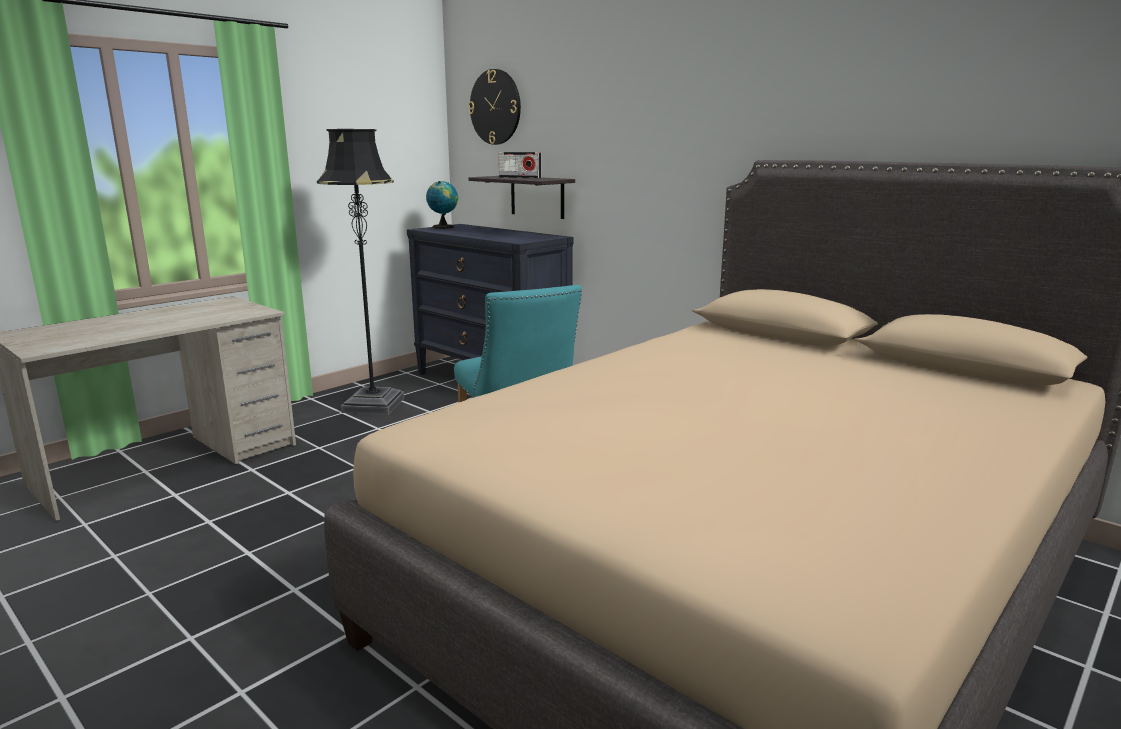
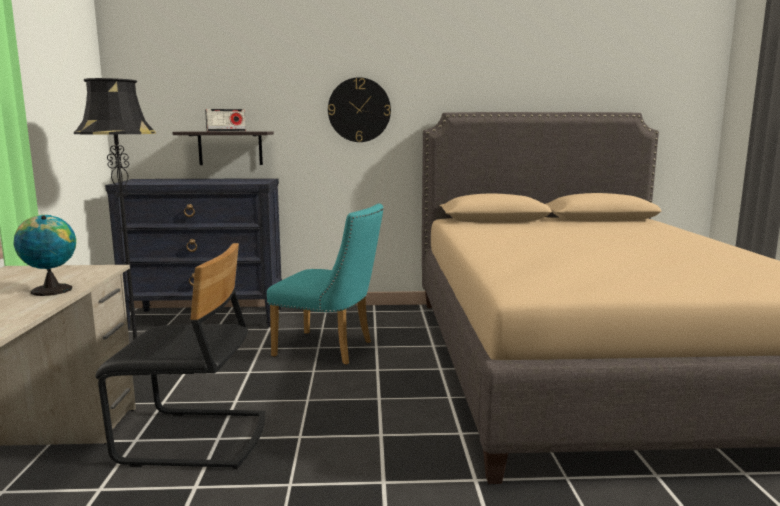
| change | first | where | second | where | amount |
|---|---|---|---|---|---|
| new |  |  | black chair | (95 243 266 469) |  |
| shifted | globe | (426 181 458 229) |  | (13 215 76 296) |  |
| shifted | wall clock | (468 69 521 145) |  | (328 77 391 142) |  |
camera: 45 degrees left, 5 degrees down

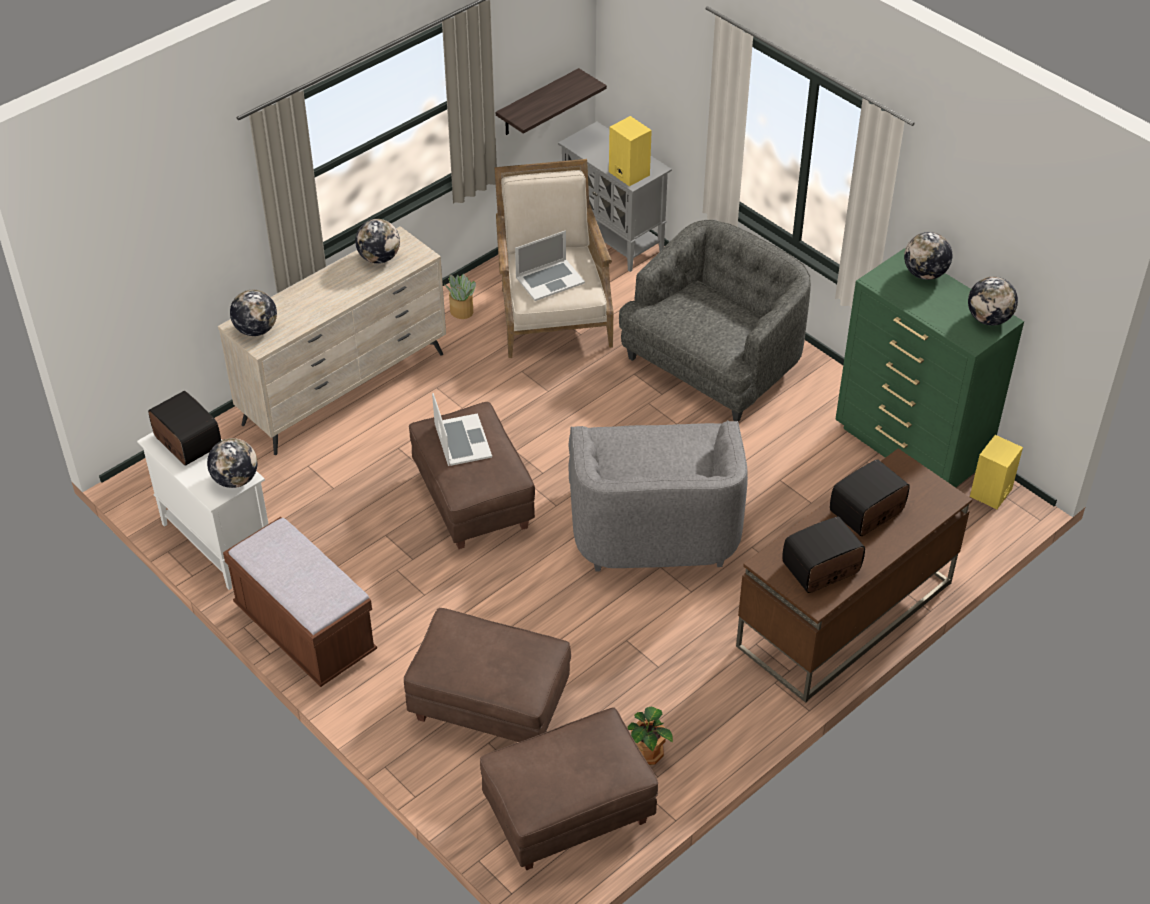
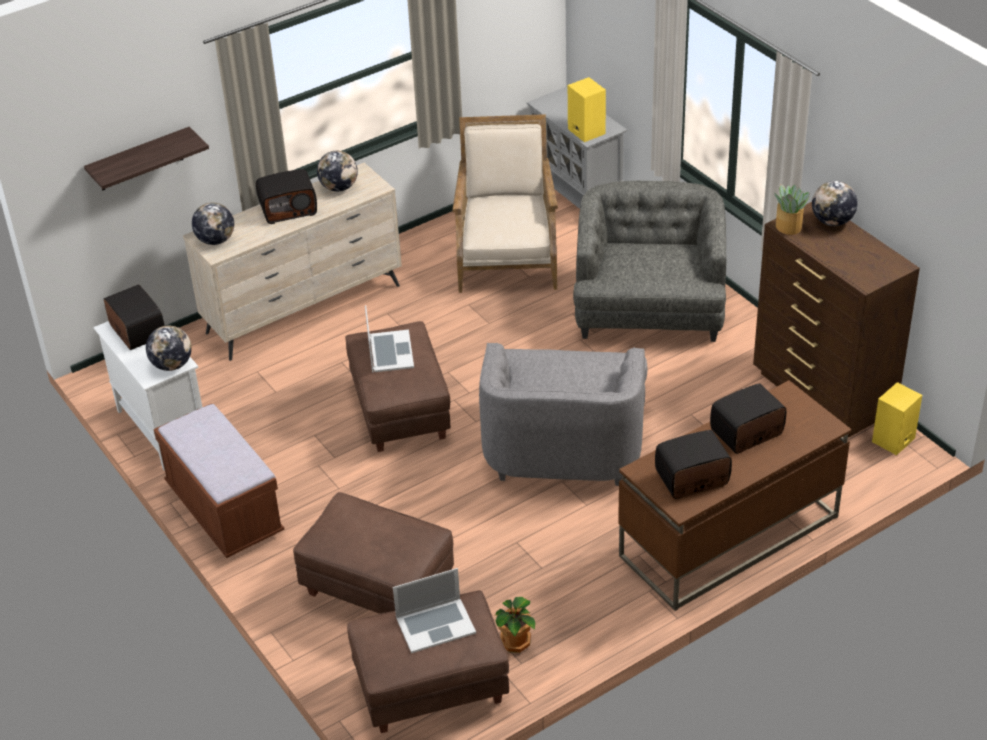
| change | first | where | second | where | amount |
|---|---|---|---|---|---|
| gone | globe | (968 277 1018 325) |  |  |  |
| new |  |  | radio | (256 169 317 224) |  |
| shifted | potted plant | (444 274 476 319) |  | (774 184 810 235) |  |
| shifted | shelf | (496 68 607 135) |  | (84 127 209 190) |  |
| shifted | laptop | (515 230 585 301) |  | (393 568 476 653) |  |
| repainted | green dresser | (836 248 1024 488) | brown dresser | (753 202 920 438) |  |
| rotated | grey armchair | (619 220 811 422) |  | (573 181 726 342) | 45 degrees counterclockwise |
camera: 10 degrees right, 5 degrees down

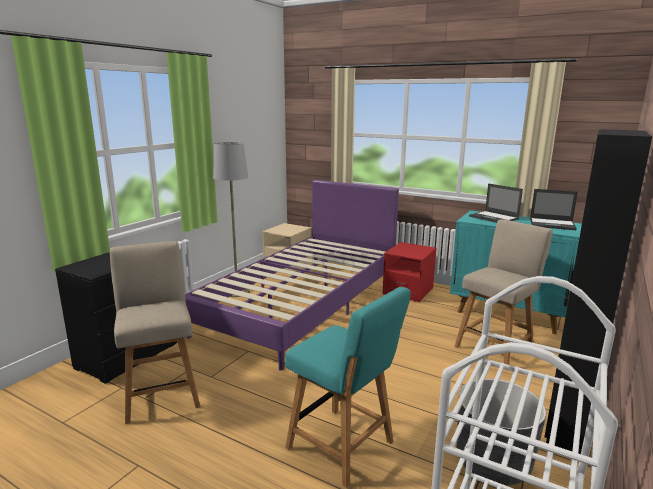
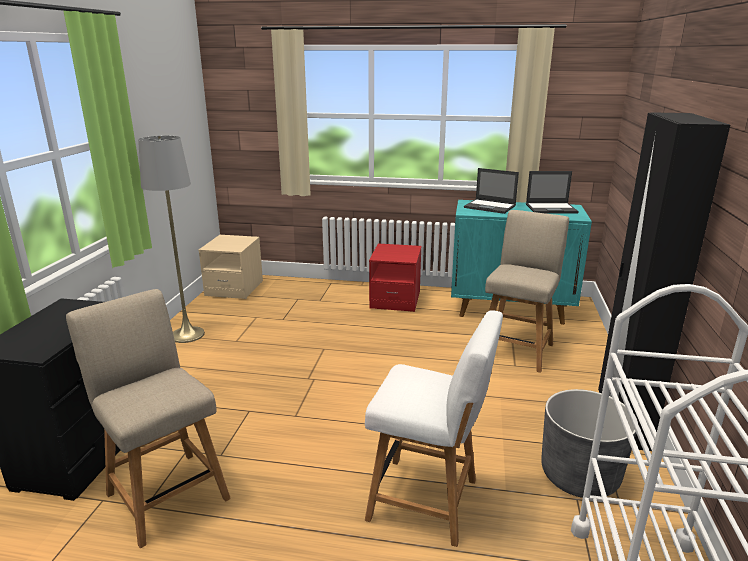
| change | first | where | second | where | amount |
|---|---|---|---|---|---|
| gone | purple bed | (185 180 399 371) |  |  |  |
| repainted | turquoise chair | (285 287 411 488) | white chair | (365 310 503 547) |  |
camera: 20 degrees left, 5 degrees up

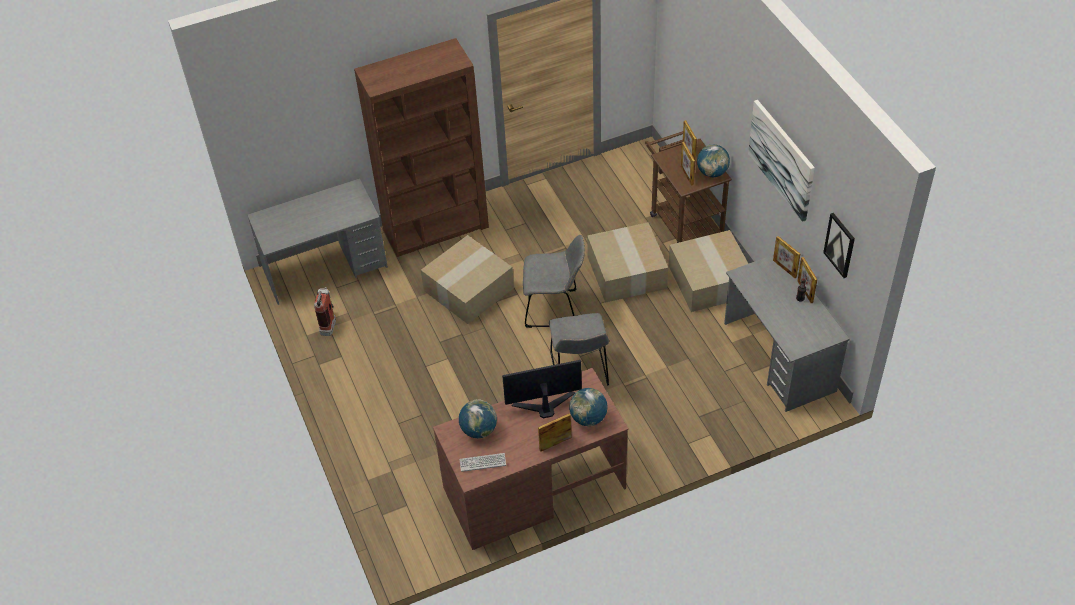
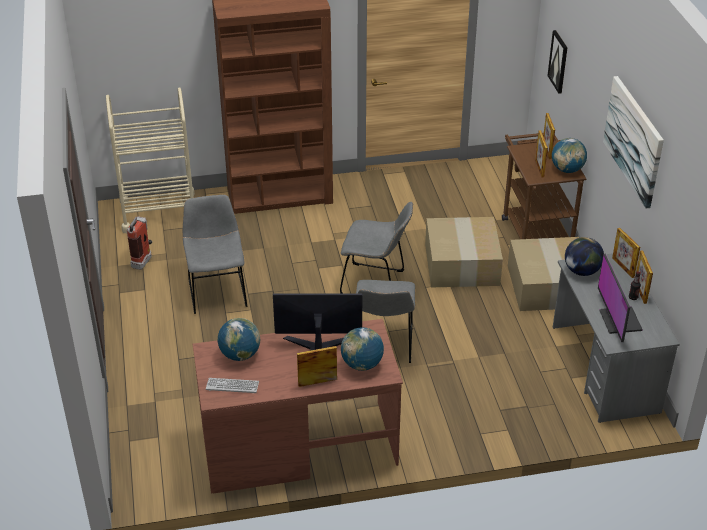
| change | first | where | second | where | amount |
|---|---|---|---|---|---|
| gone | cardboard box | (421 235 514 324) |  |  |  |
| new |  |  | grey chair | (183 195 247 314) |  |
| new |  |  | globe | (565 237 604 276) |  |
| new |  |  | monitor | (598 254 643 342) |  |
| shifted | picture | (823 213 855 278) |  | (547 30 568 94) |  |
| swapped | grey desk | (247 178 388 305) | beige cart | (106 87 195 233) |  |
camera: 10 degrees right, 10 degrees down

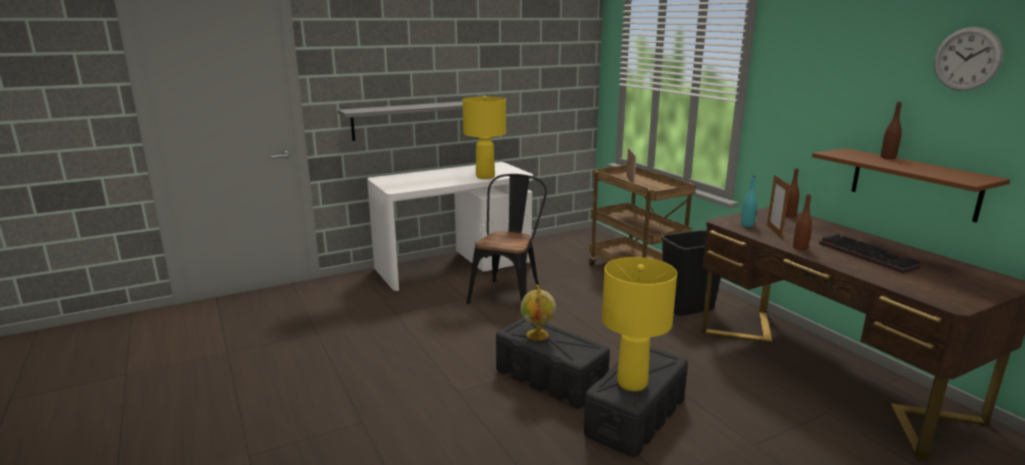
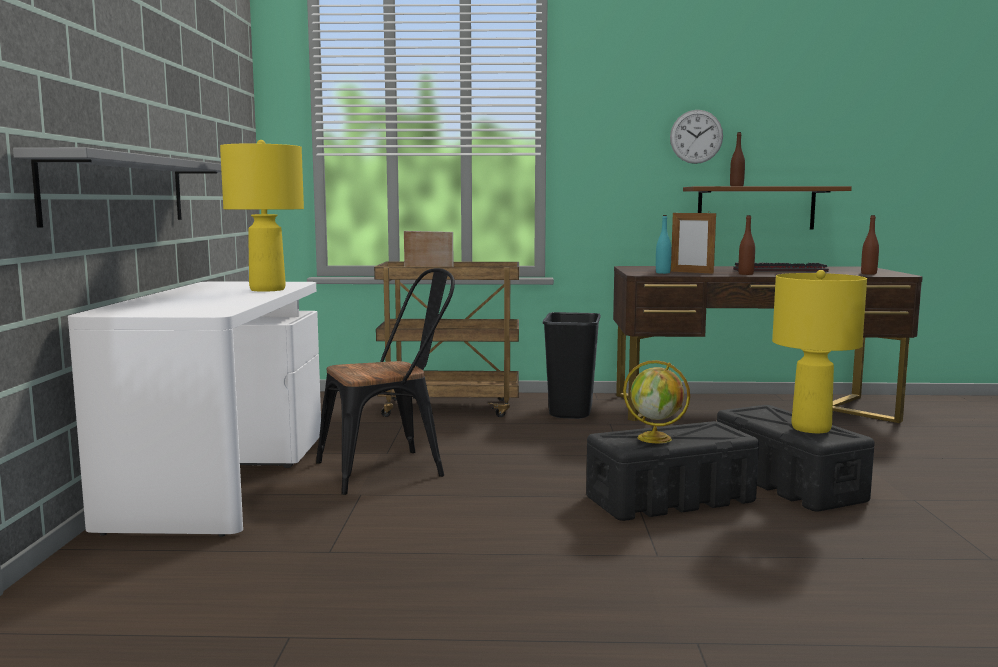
| change | first | where | second | where | amount |
|---|---|---|---|---|---|
| shifted | brown bottle | (785 168 800 217) |  | (861 215 879 275) |  |
| shifted | wall clock | (934 27 1003 91) |  | (670 110 723 164) |  |
| rotated | black chair | (467 174 547 304) |  | (316 268 455 495) | 105 degrees clockwise |
camera: 60 degrees left, 10 degrees down

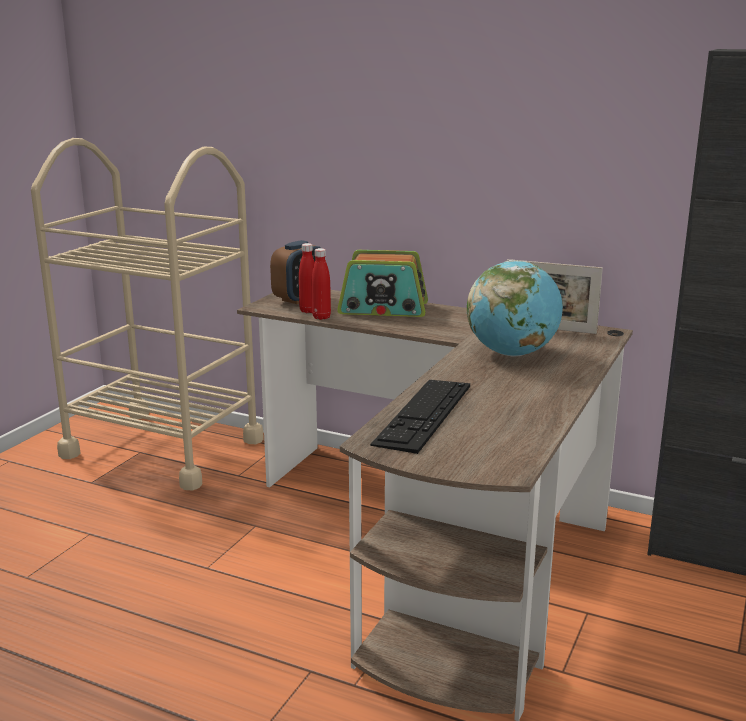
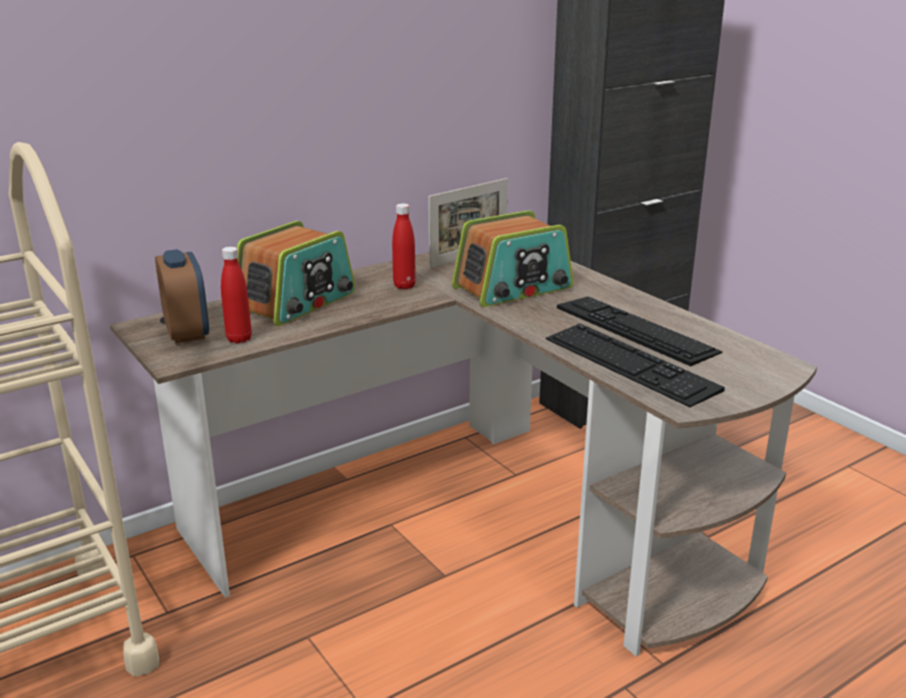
| change | first | where | second | where | amount |
|---|---|---|---|---|---|
| new |  |  | keyboard | (557 297 723 366) |  |
| shifted | red bottle | (312 248 331 320) |  | (392 203 416 289) |  |
| swapped | globe | (467 260 563 357) | radio | (452 210 573 307) |  |
camera: 60 degrees left, 5 degrees up

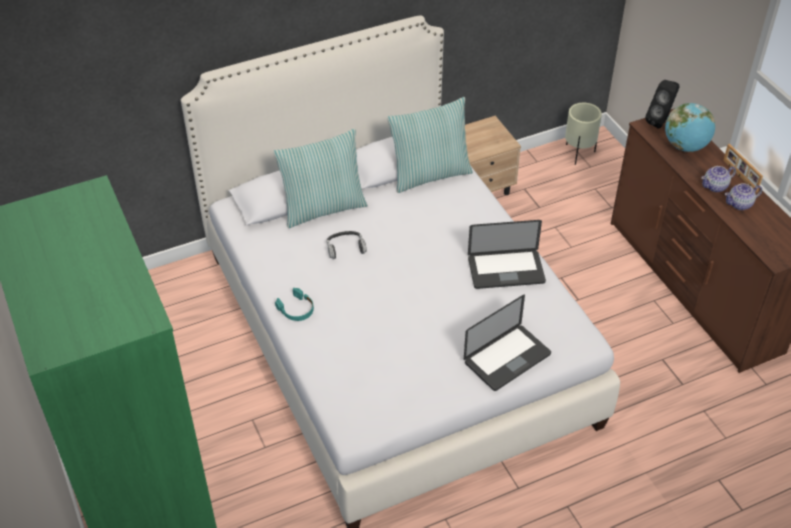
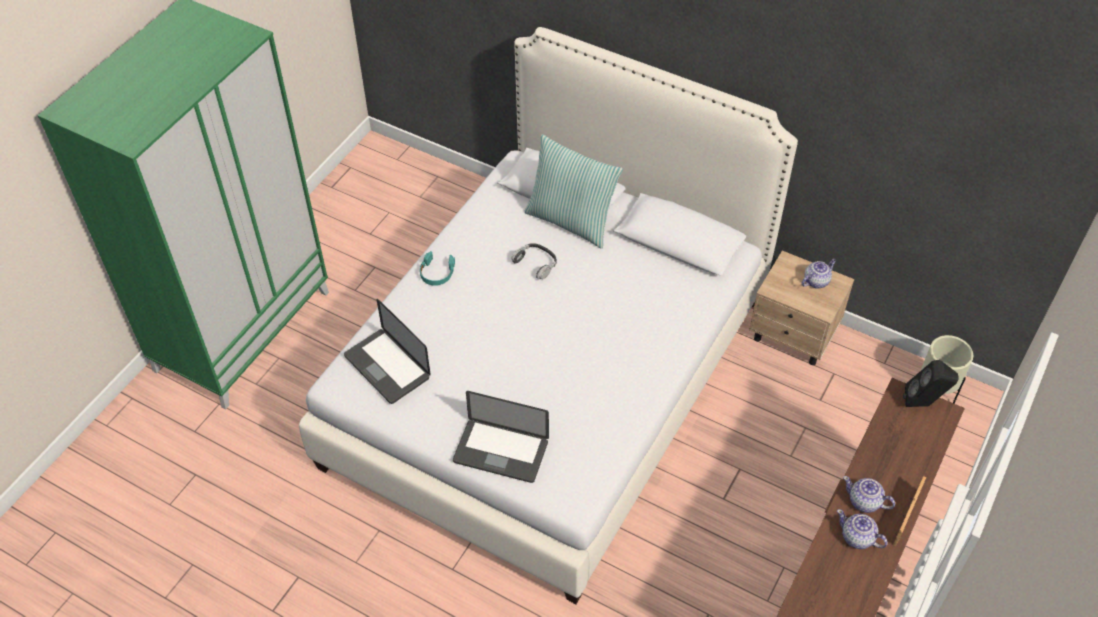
| change | first | where | second | where | amount |
|---|---|---|---|---|---|
| gone | pillow | (387 97 473 193) |  |  |  |
| gone | globe | (665 103 715 152) |  |  |  |
| new |  |  | teapot | (802 259 836 289) |  |
| shifted | laptop | (468 220 546 289) |  | (344 299 431 404) |  |
camera: 55 degrees right, 5 degrees up

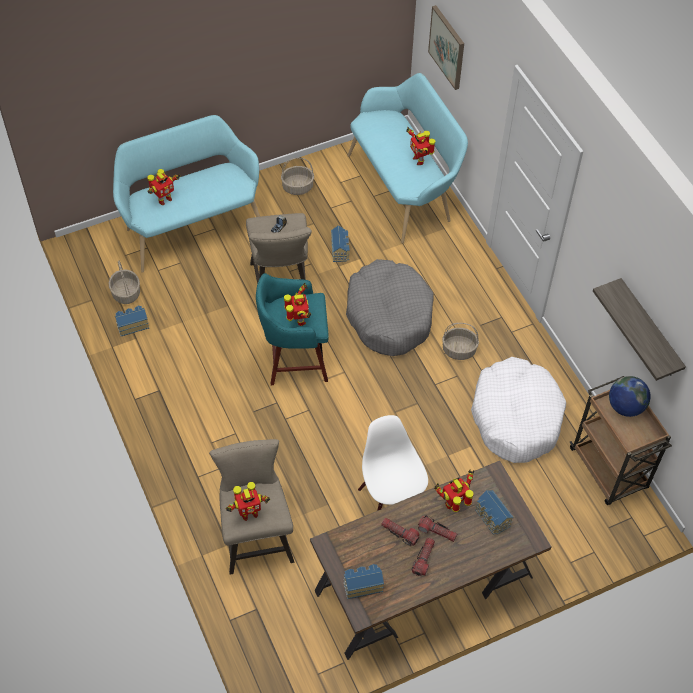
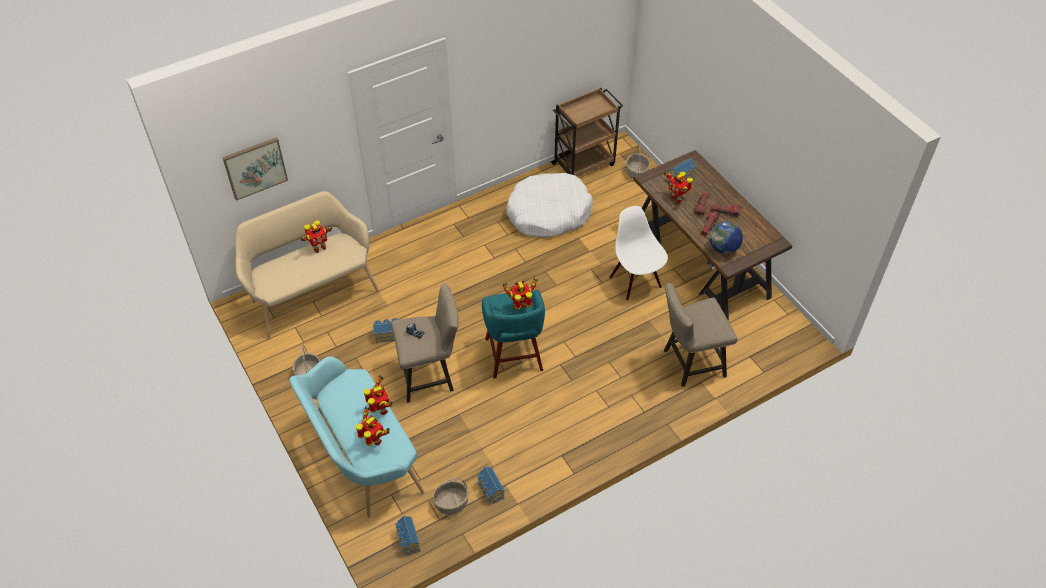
| change | first | where | second | where | amount |
|---|---|---|---|---|---|
| gone | grey dog bed | (346 259 434 356) |  |  |  |
| gone | shelf | (593 278 686 381) |  |  |  |
| shifted | toy robot | (225 482 270 521) |  | (364 375 393 415) |  |
| shifted | toy house | (344 564 384 599) |  | (395 516 421 556) |  |
| shifted | basket | (442 323 479 360) |  | (626 143 650 179) |  |
| shifted | globe | (609 376 651 417) |  | (710 222 743 254) |  |
| repainted | turquoise bench | (348 73 468 243) | beige bench | (235 191 379 339) |  |
| rotated | white chair | (358 415 428 511) |  | (609 206 668 301) | 90 degrees clockwise |
camera: 95 degrees left, 5 degrees down

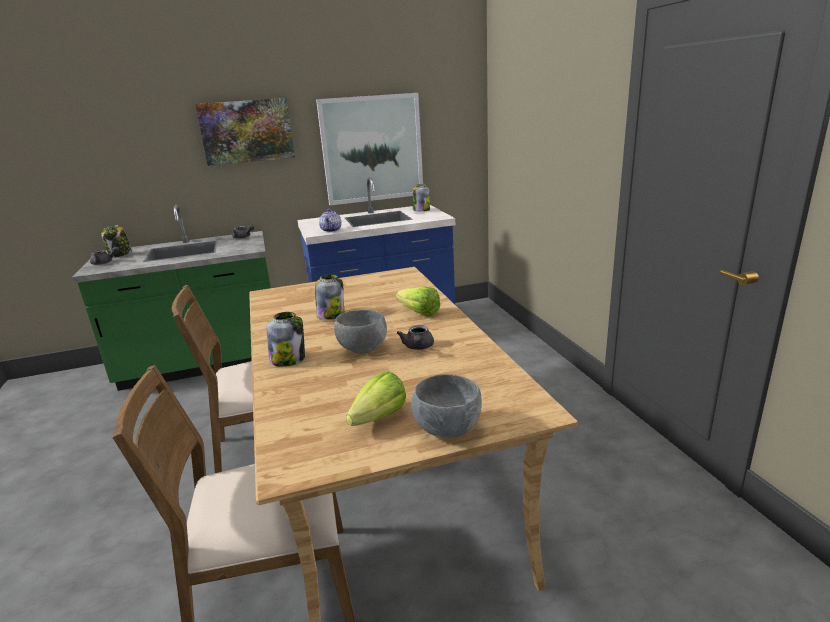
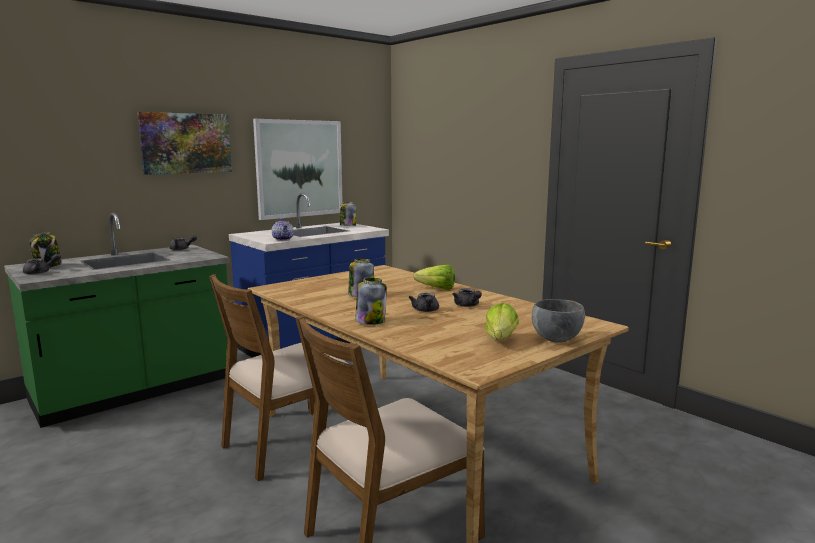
| change | first | where | second | where | amount |
|---|---|---|---|---|---|
| swapped | grey bowl | (334 310 387 354) | grey teapot | (408 293 439 312) |  |
camera: 25 degrees left, 10 degrees down

